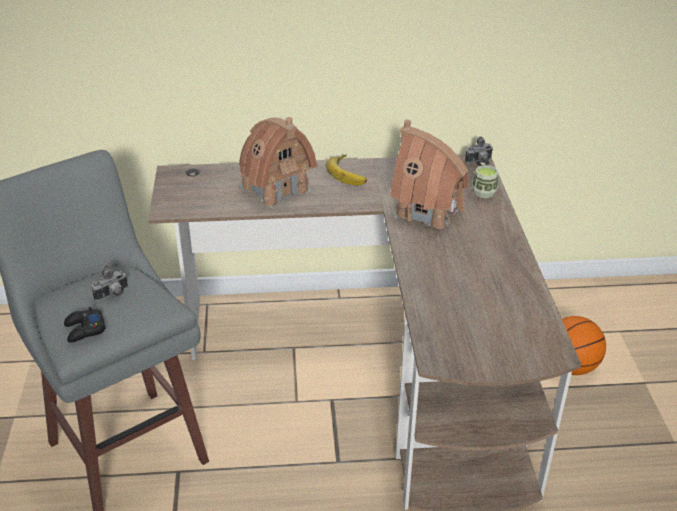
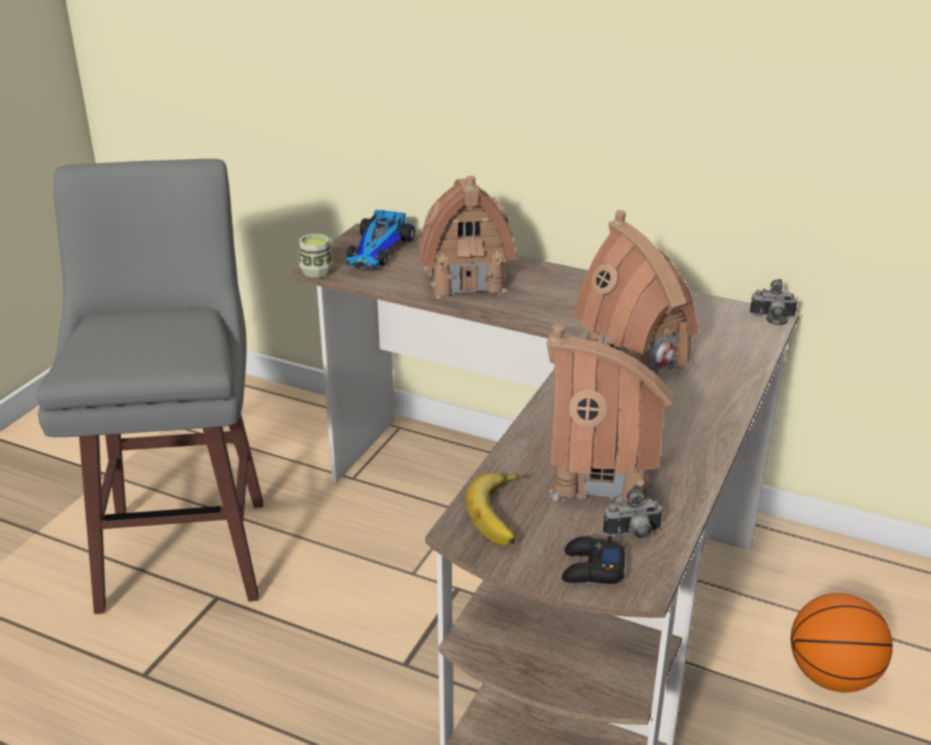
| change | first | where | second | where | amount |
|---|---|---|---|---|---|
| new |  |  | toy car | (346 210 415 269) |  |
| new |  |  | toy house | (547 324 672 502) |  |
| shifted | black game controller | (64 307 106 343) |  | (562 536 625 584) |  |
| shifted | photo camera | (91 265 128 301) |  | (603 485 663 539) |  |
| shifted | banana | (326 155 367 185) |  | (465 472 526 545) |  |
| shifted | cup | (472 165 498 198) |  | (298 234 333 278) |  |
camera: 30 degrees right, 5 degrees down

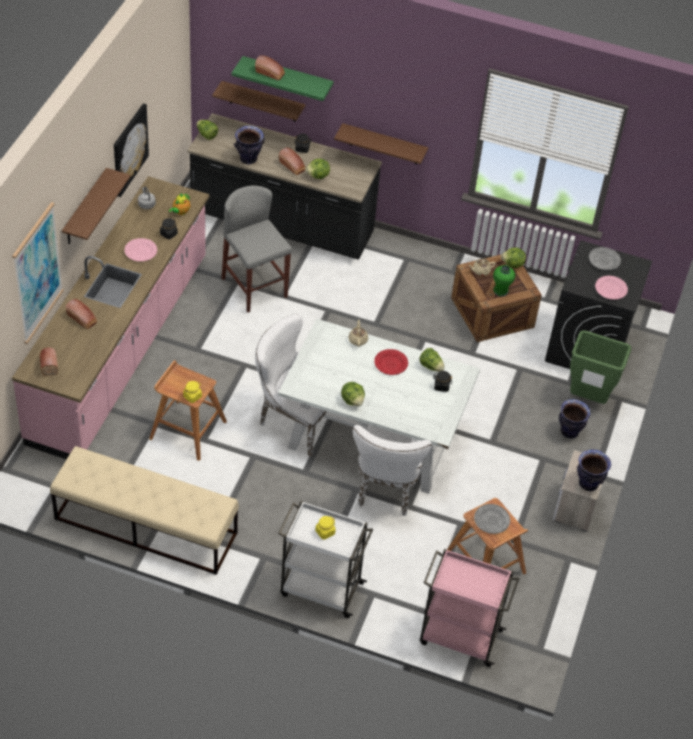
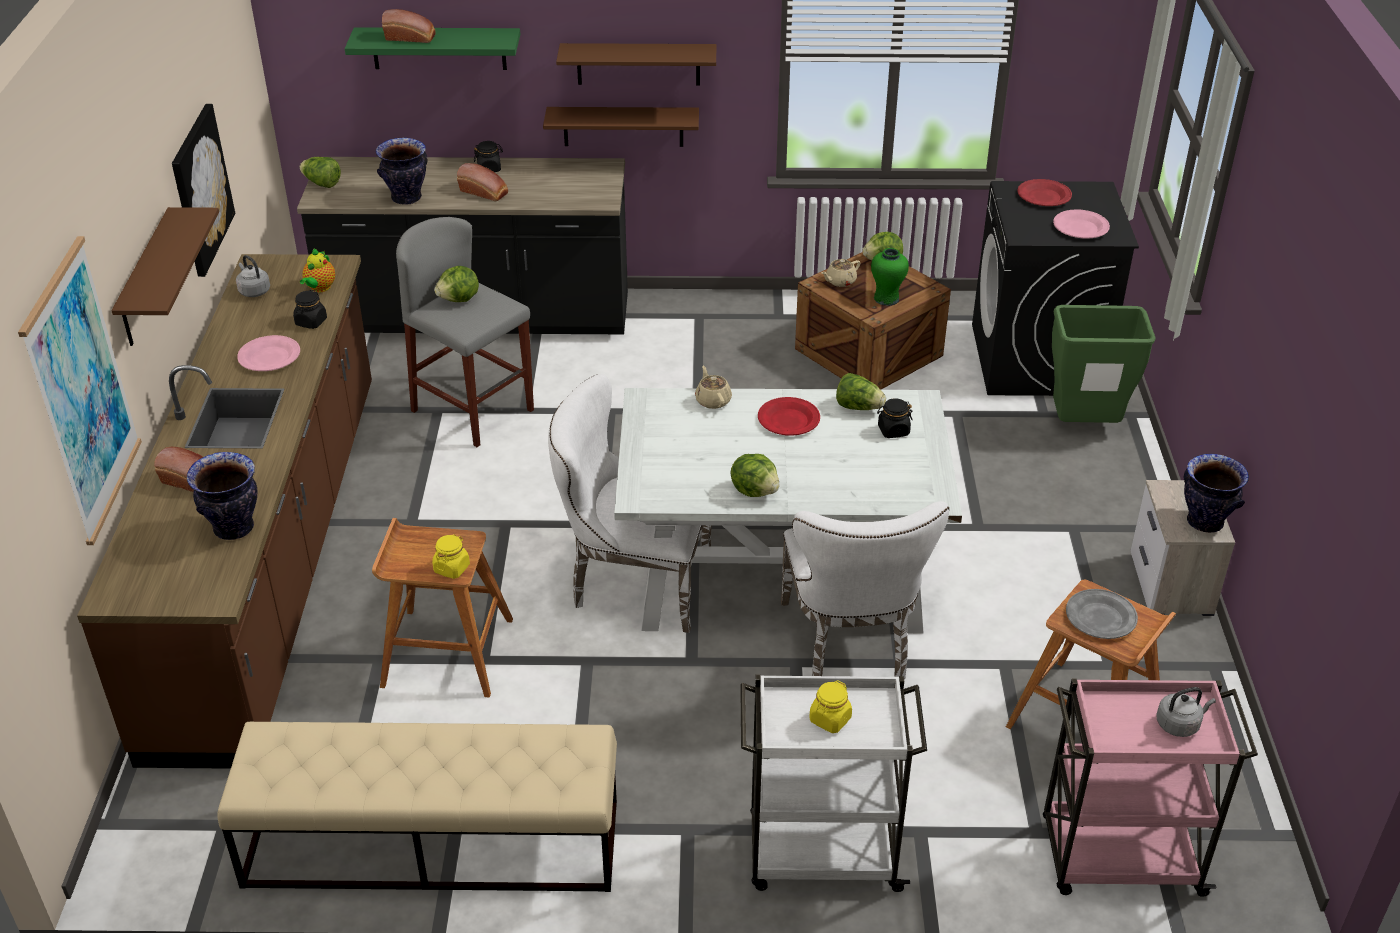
| change | first | where | second | where | amount |
|---|---|---|---|---|---|
| gone | bread | (40 347 58 376) |  |  |  |
| new |  |  | grey kettle | (1156 687 1216 737) |  |
| shifted | brown shelf | (212 81 305 122) |  | (556 43 716 85) |  |
| shifted | lettuce | (305 158 330 179) |  | (434 266 479 302) |  |
| shifted | vase | (559 399 590 439) |  | (187 452 257 540) |  |
| repainted | pink counter | (12 176 209 459) | brown counter | (77 254 372 769) |  |
| repainted | grey plate | (589 247 621 270) | red plate | (1017 179 1072 206) |  |
camera: 15 degrees left, 10 degrees down

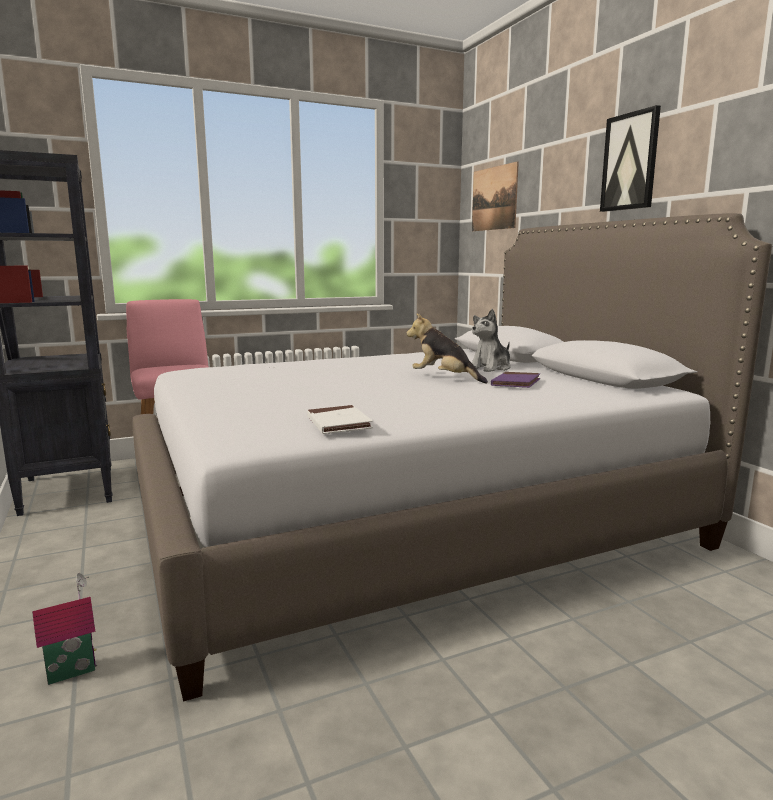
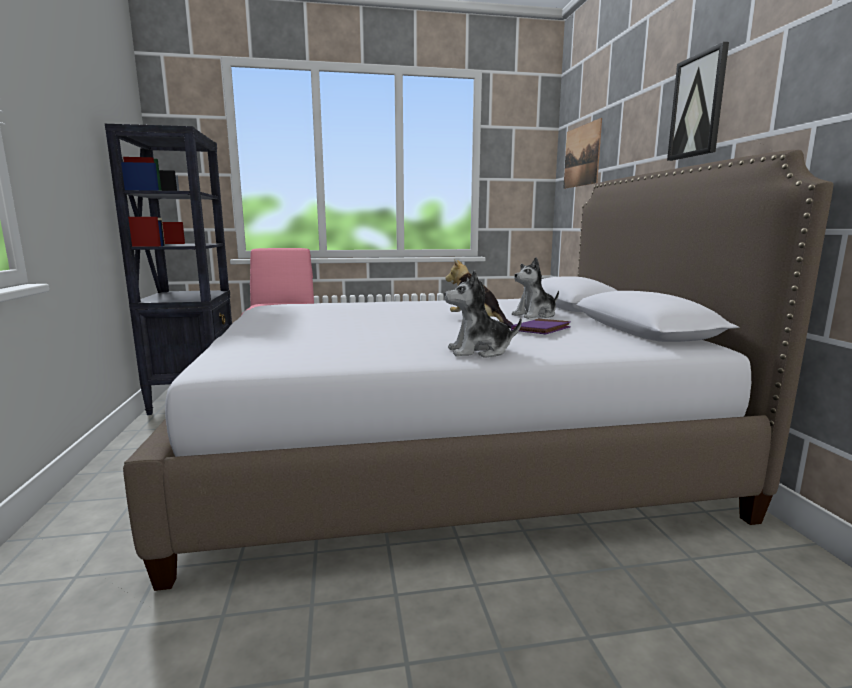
| change | first | where | second | where | amount |
|---|---|---|---|---|---|
| gone | toy house | (32 573 97 685) |  |  |  |
| gone | white book | (307 405 373 434) |  |  |  |
| new |  |  | plush toy | (444 270 522 358) |  |
camera: 15 degrees right, 0 degrees up

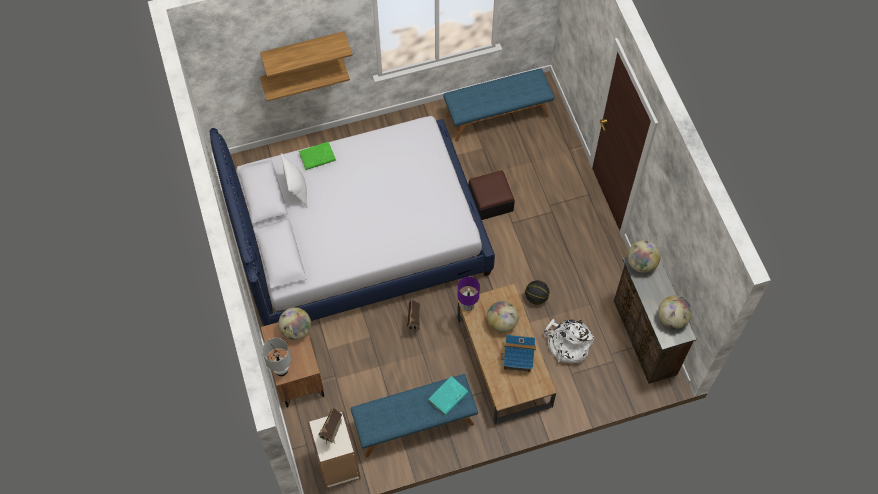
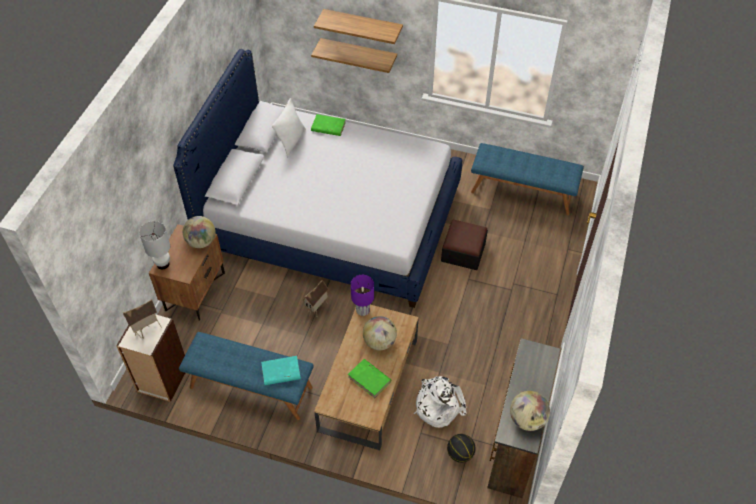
| change | first | where | second | where | amount |
|---|---|---|---|---|---|
| gone | globe | (627 240 661 273) |  |  |  |
| shifted | basketball | (525 280 549 305) |  | (447 434 476 463) |  |
| swapped | toy house | (501 335 536 372) | green book | (348 359 392 398) |  |
camera: 35 degrees right, 10 degrees down

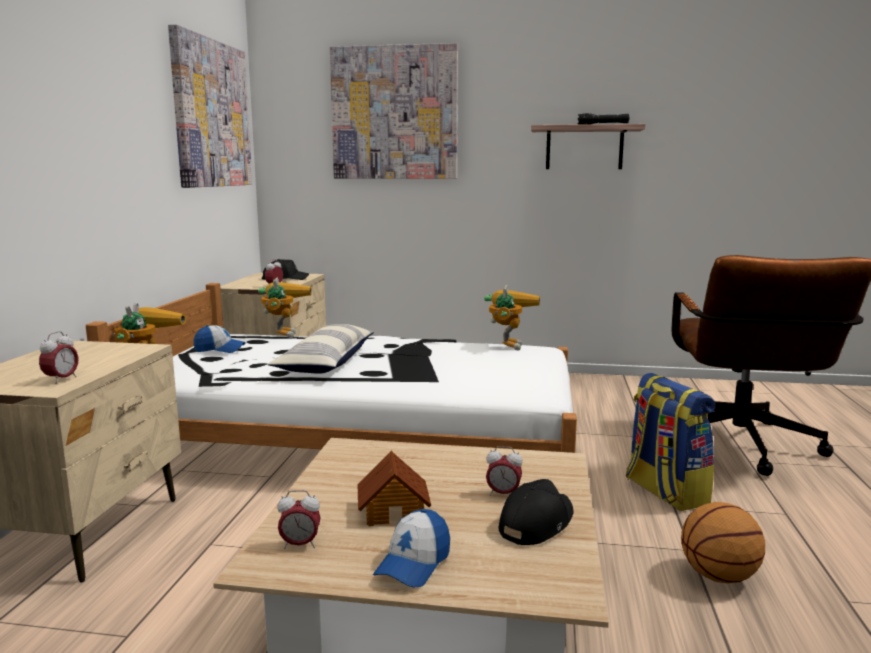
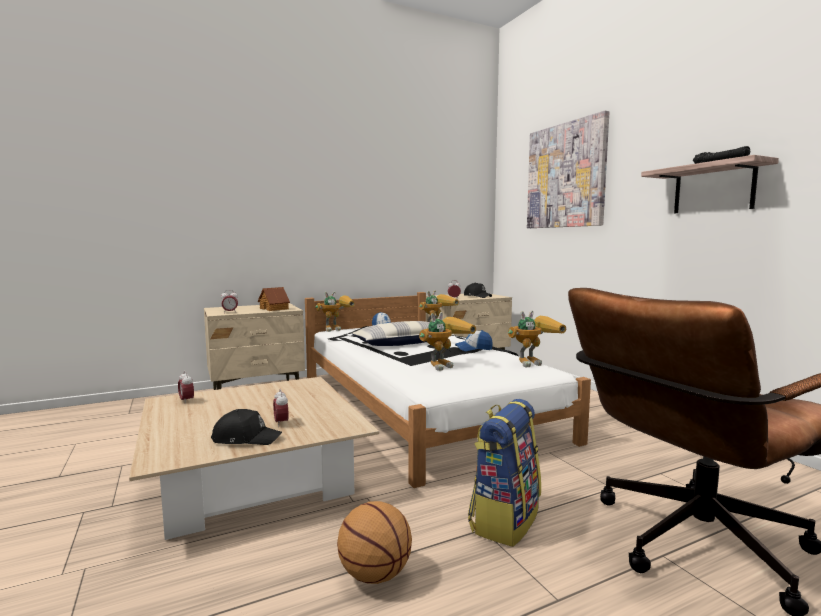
| change | first | where | second | where | amount |
|---|---|---|---|---|---|
| gone | picture | (168 24 252 188) |  |  |  |
| new |  |  | toy robot | (419 312 476 371) |  |
| shifted | toy house | (358 451 431 526) |  | (258 287 290 311) |  |
| shifted | cap | (373 509 450 587) |  | (455 330 493 351) |  |
camera: 55 degrees right, 5 degrees down

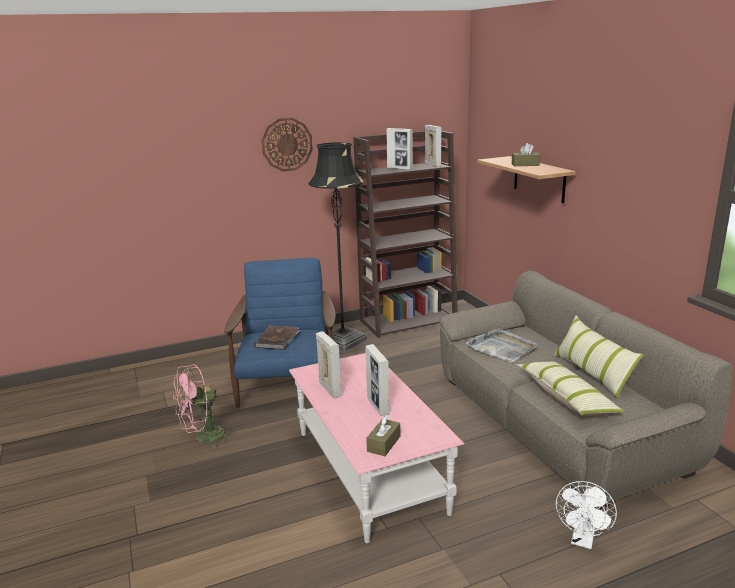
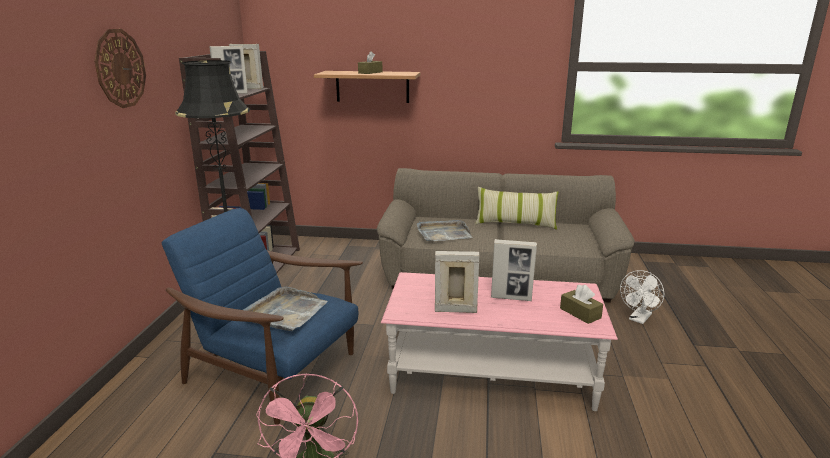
| change | first | where | second | where | amount |
|---|---|---|---|---|---|
| gone | pillow | (517 361 625 416) |  |  |  |
| swapped | brown book | (254 325 300 350) | grey tray | (243 286 328 331) |  |
| rotated | white fan | (556 481 617 549) |  | (620 270 664 324) | 75 degrees clockwise |
camera: 60 degrees left, 0 degrees up

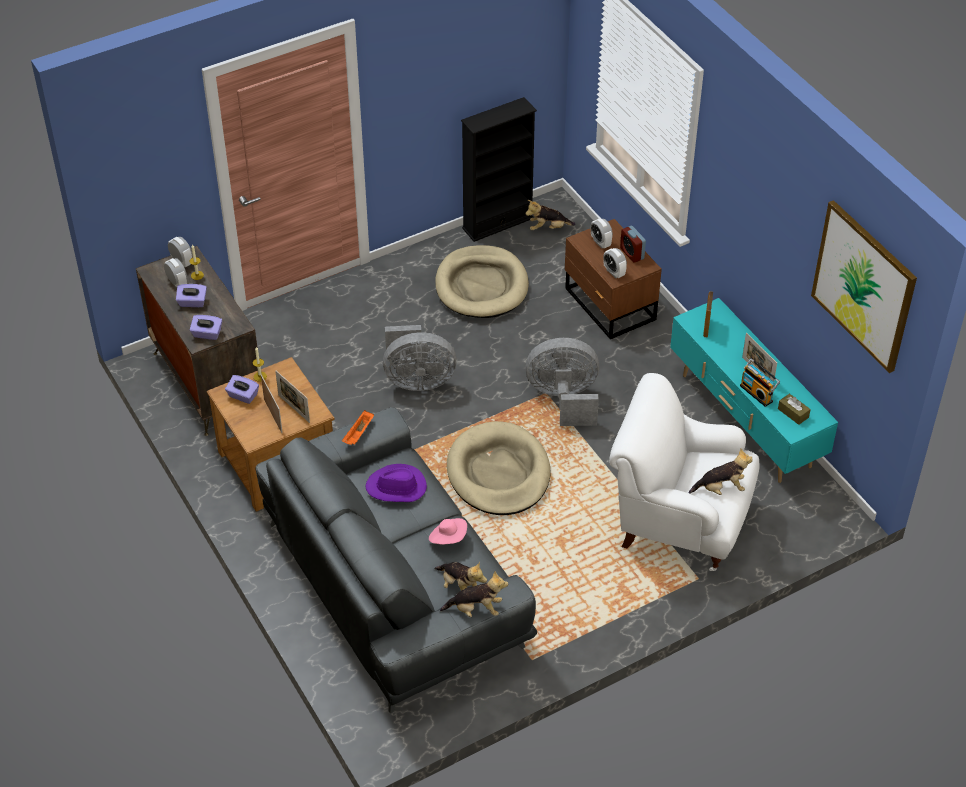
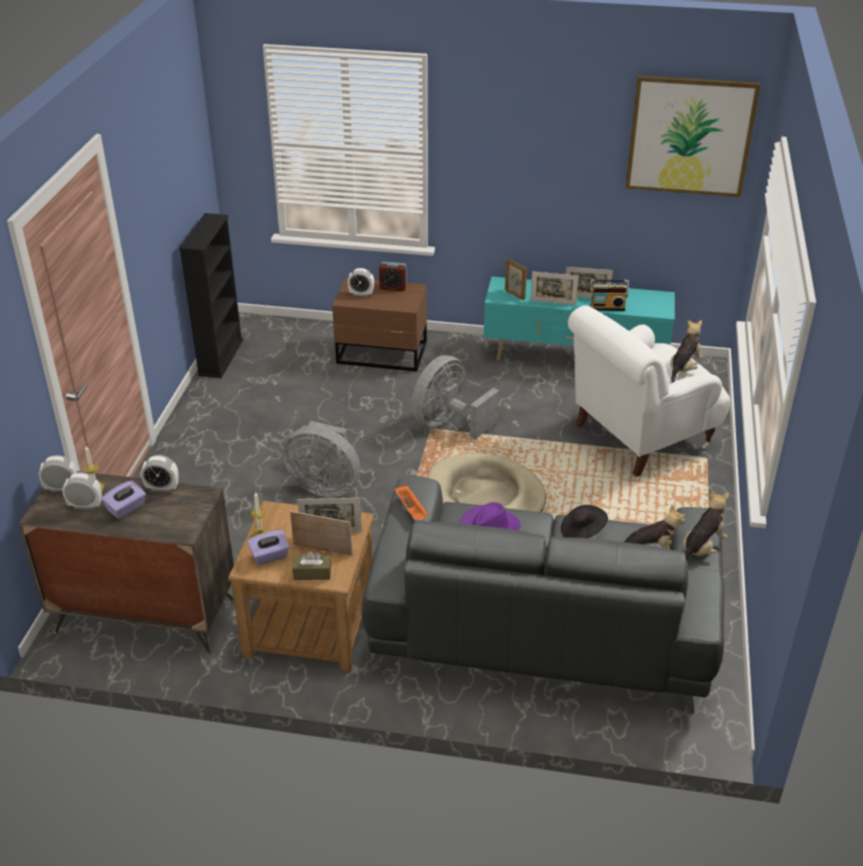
| change | first | where | second | where | amount |
|---|---|---|---|---|---|
| gone | purple tissue box | (190 315 222 340) |  |  |  |
| gone | beige dog bed | (435 245 529 318) |  |  |  |
| gone | plush toy | (525 200 576 230) |  |  |  |
| new |  |  | picture frame | (531 271 579 305) |  |
| shifted | alarm clock | (603 248 627 278) |  | (141 455 179 492) |  |
| shifted | brown tissue box | (778 394 811 425) |  | (292 551 331 580) |  |
| repainted | pink hat | (429 518 467 544) | black hat | (561 505 608 538) |  |
| rotated | grey fan | (383 325 457 391) |  | (283 421 360 497) | 75 degrees clockwise |
camera: 50 degrees left, 10 degrees down

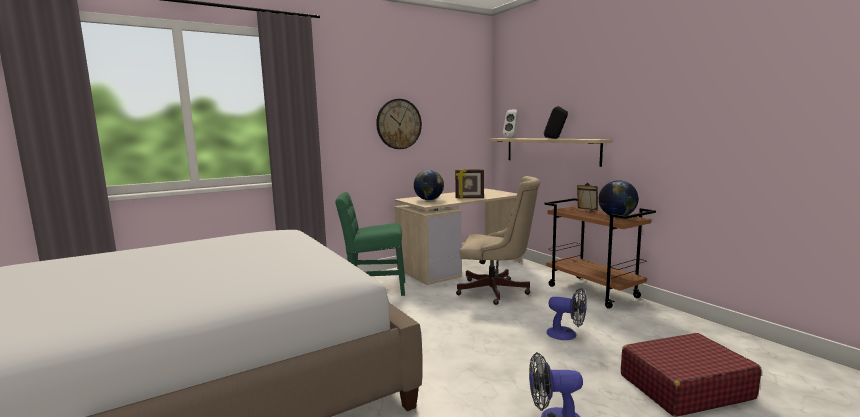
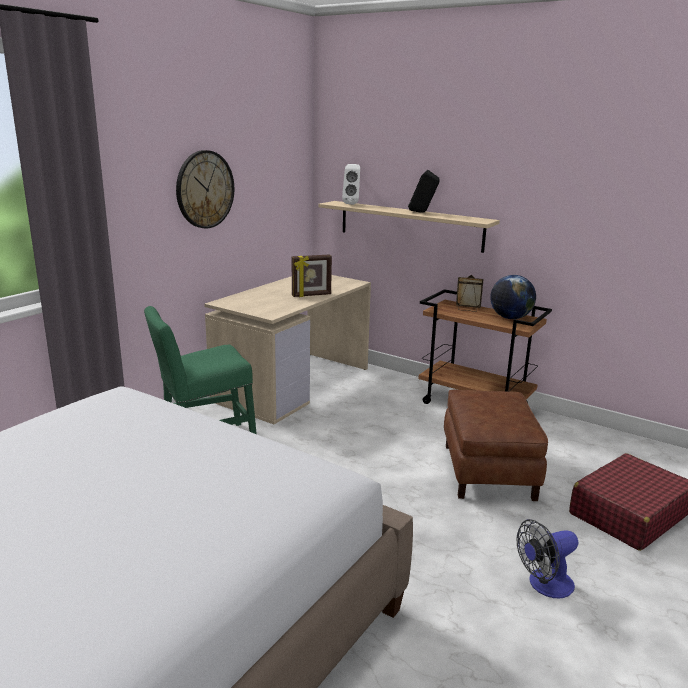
| change | first | where | second | where | amount |
|---|---|---|---|---|---|
| gone | globe | (414 170 444 200) |  |  |  |
| gone | beige office chair | (456 176 541 305) |  |  |  |
| swapped | fan | (547 288 587 340) | brown ottoman | (444 390 548 501) |  |
camera: 25 degrees left, 10 degrees up

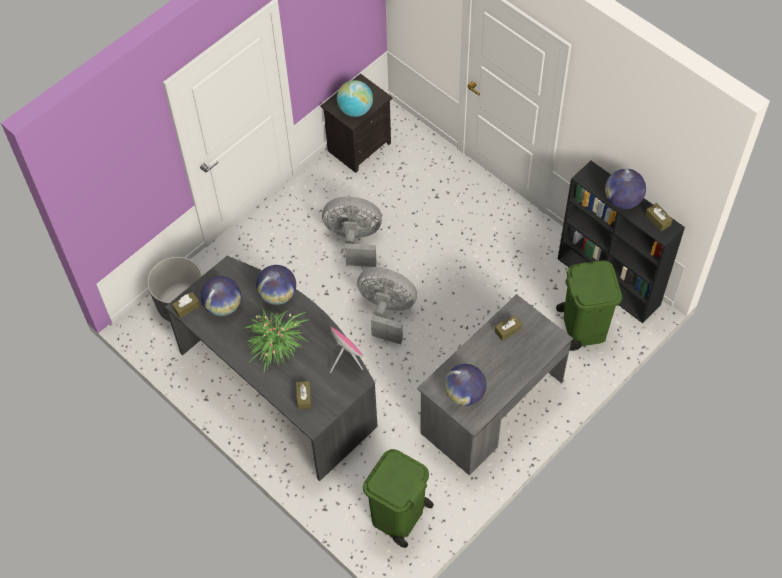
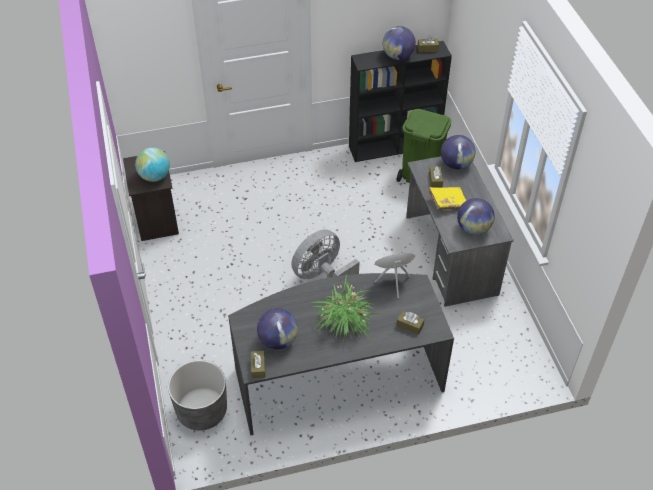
| change | first | where | second | where | amount |
|---|---|---|---|---|---|
| gone | grey fan | (322 197 382 267) |  |  |  |
| gone | green trash can | (363 449 434 548) |  |  |  |
| new |  |  | yellow book | (429 187 467 210) |  |
| shifted | globe | (256 265 296 305) |  | (441 135 475 169) |  |
camera: 60 degrees left, 10 degrees down

